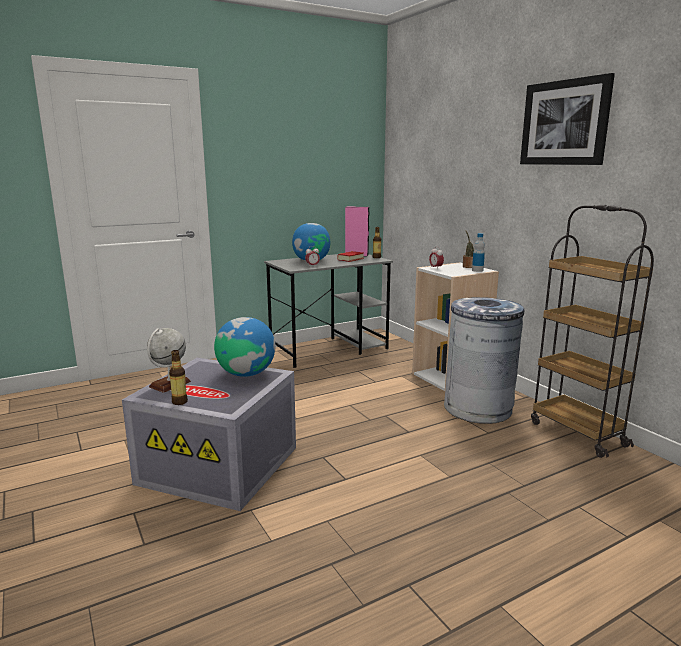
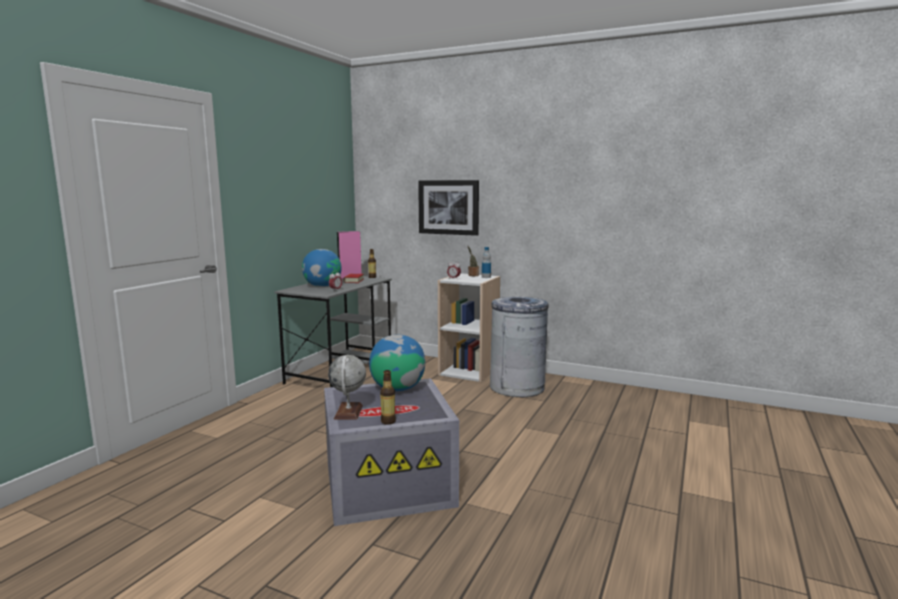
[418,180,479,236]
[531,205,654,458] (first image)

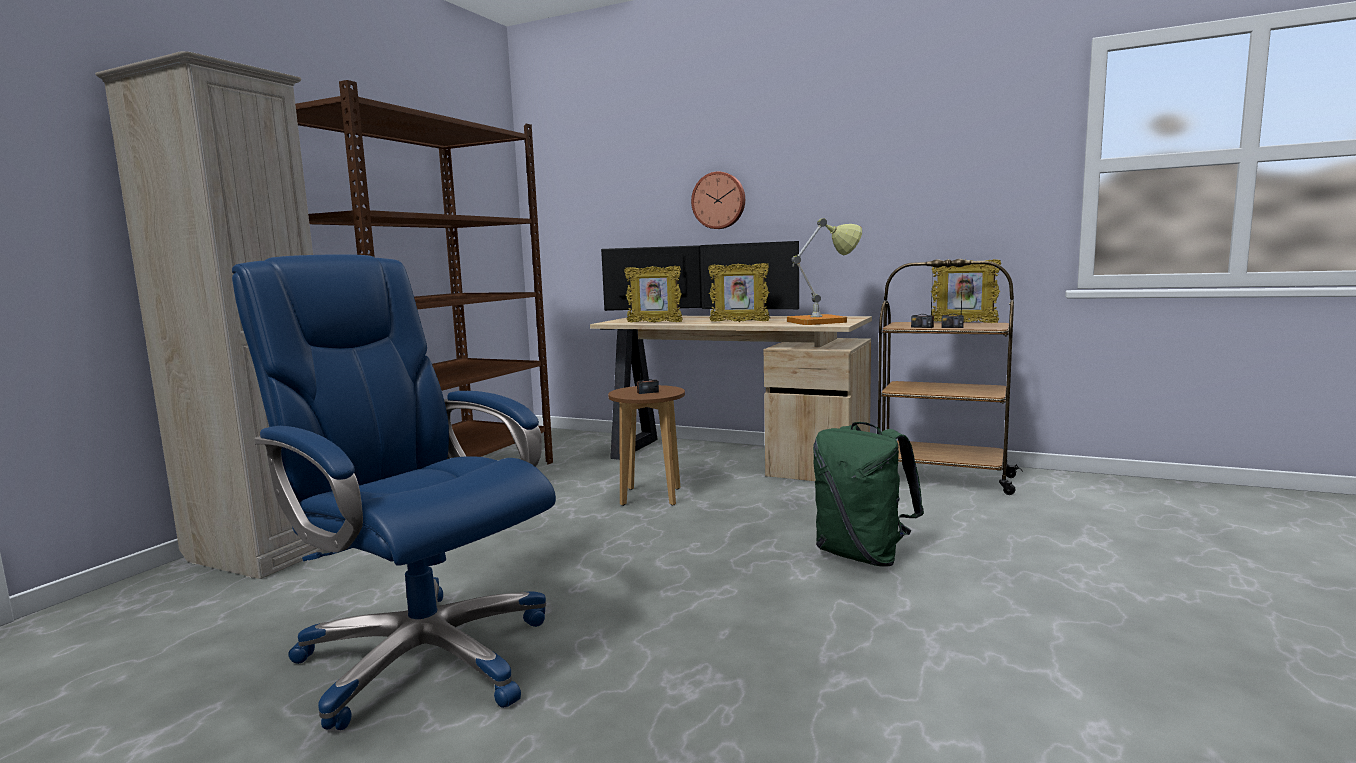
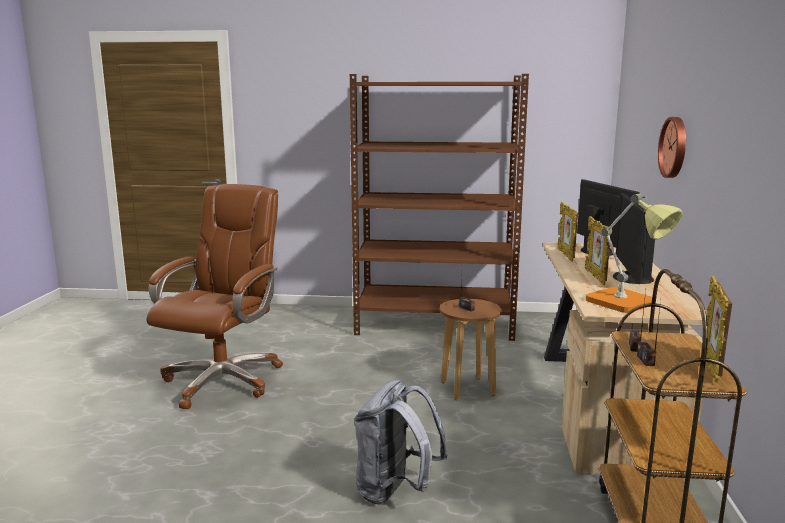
[95,51,325,579] (first image)
[147,184,283,409]
[354,379,448,504]

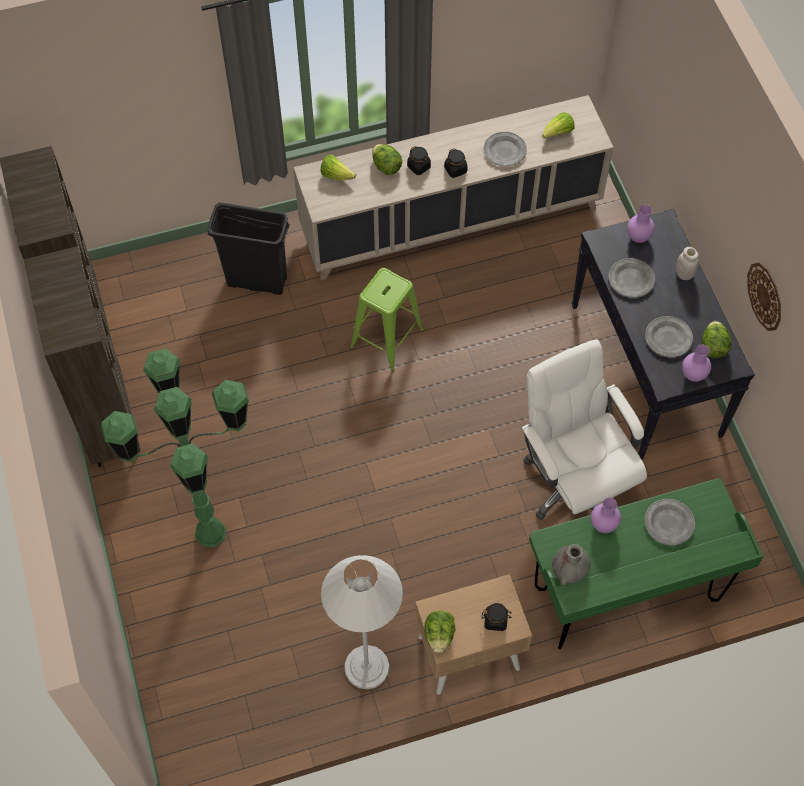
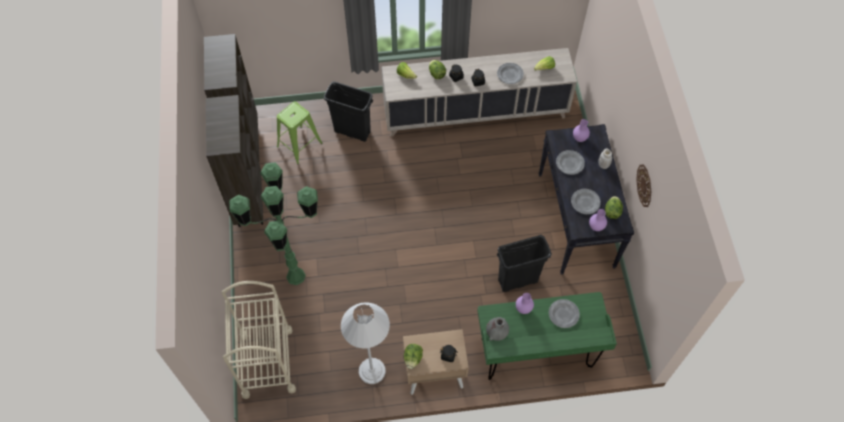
[277,101,323,164]
[497,235,552,292]
[221,281,296,399]

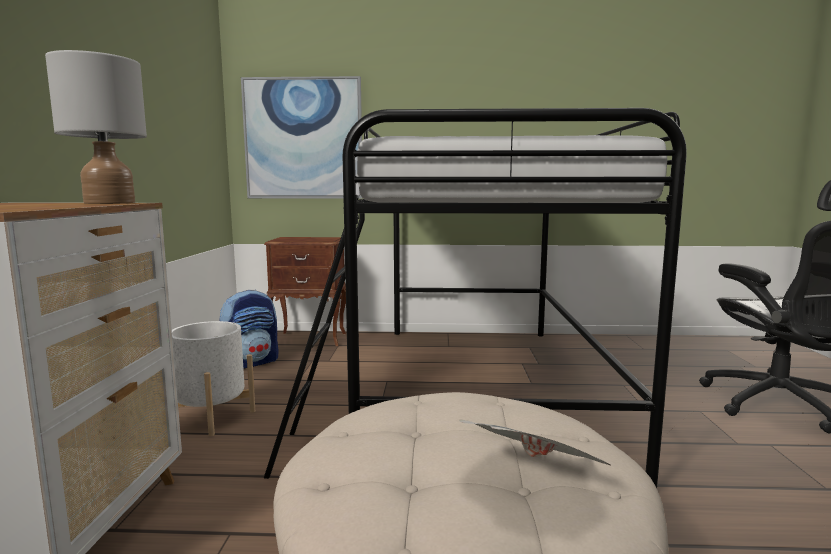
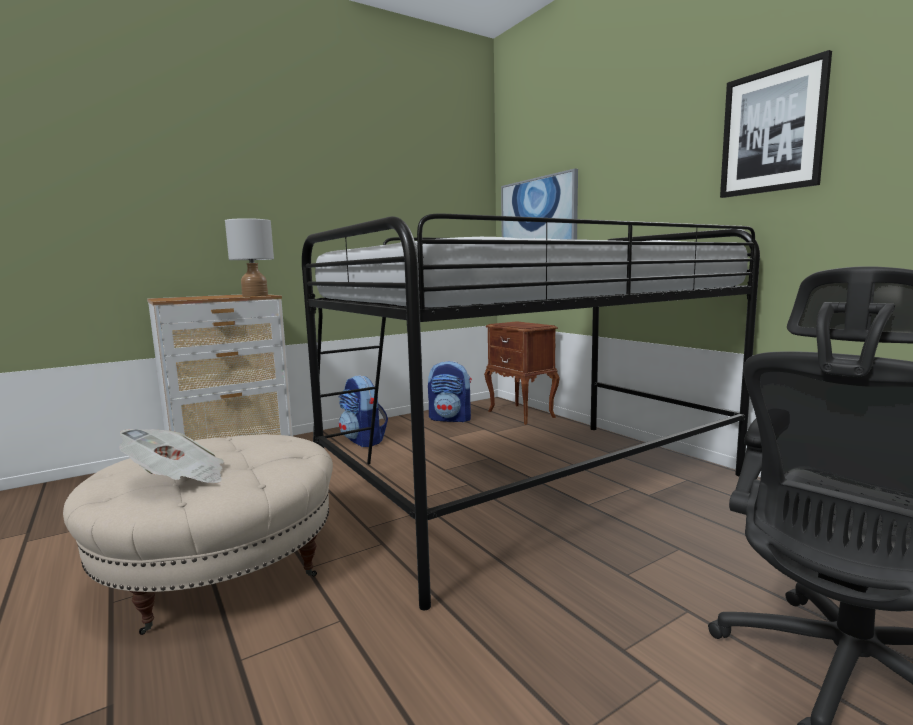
[339,375,388,447]
[720,50,832,198]

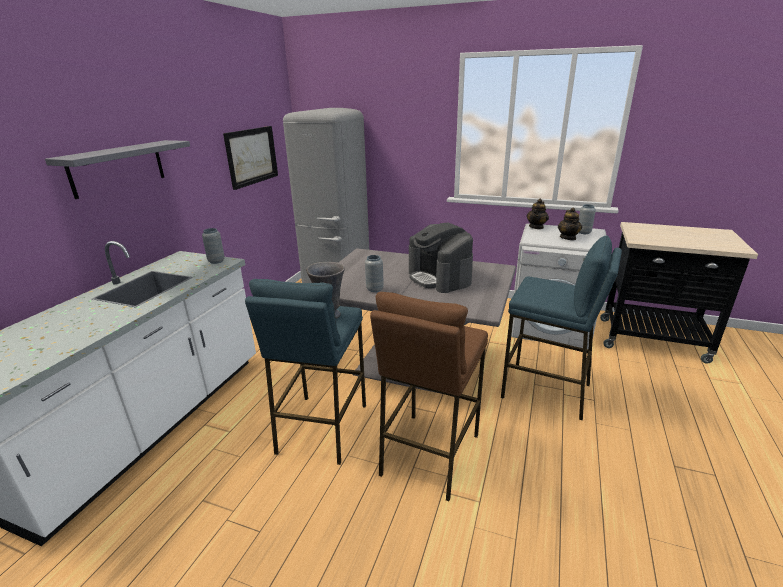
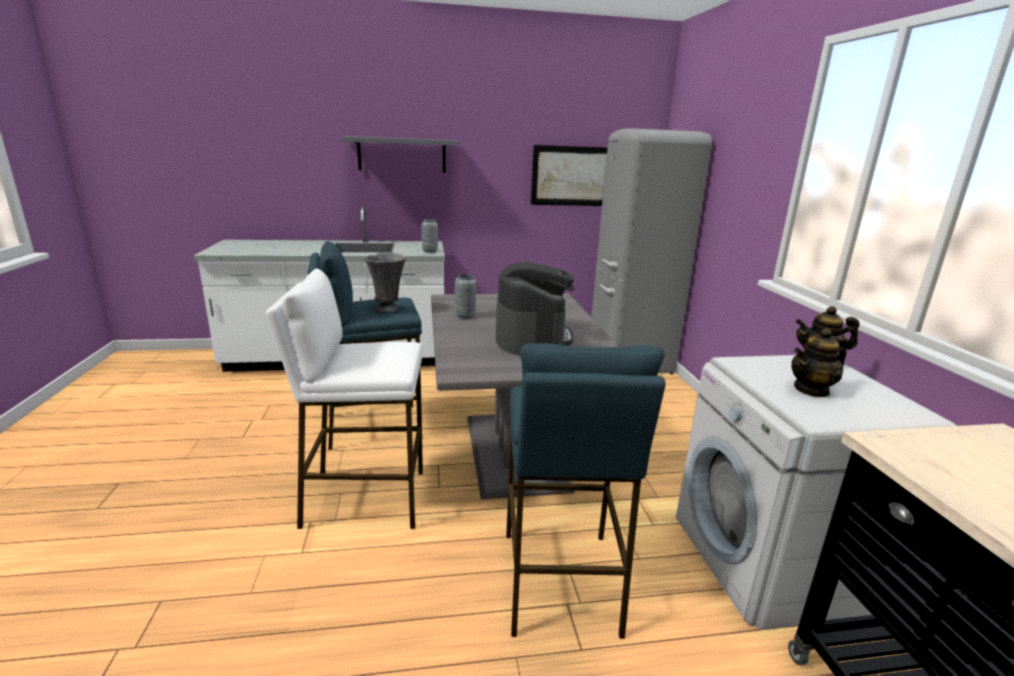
[266,269,423,529]
[496,262,575,355]
[579,204,596,234] (first image)

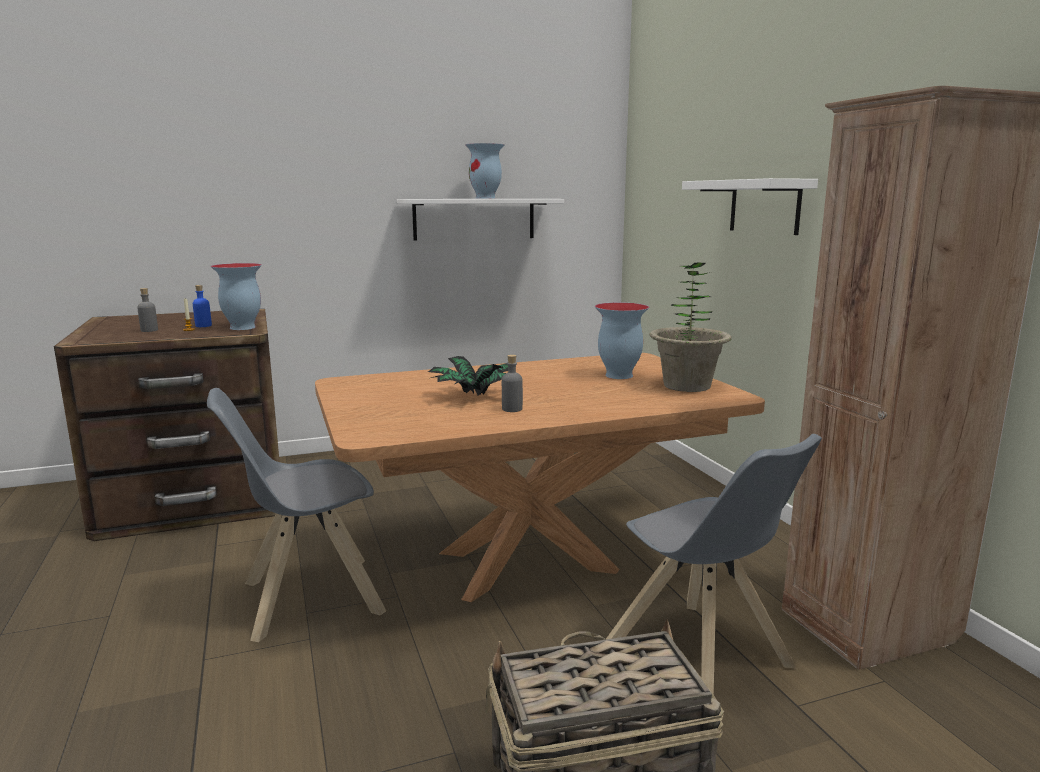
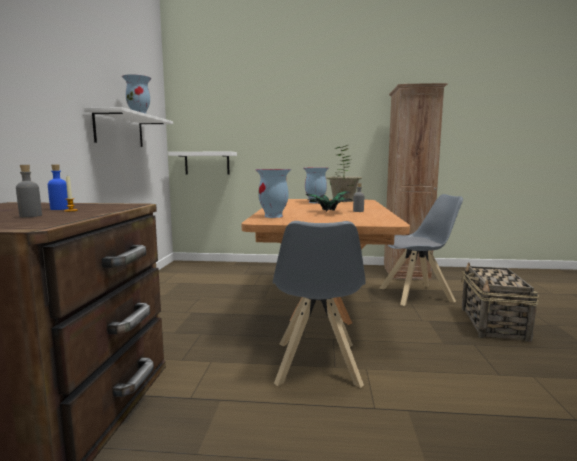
[255,169,291,218]
[168,152,237,175]

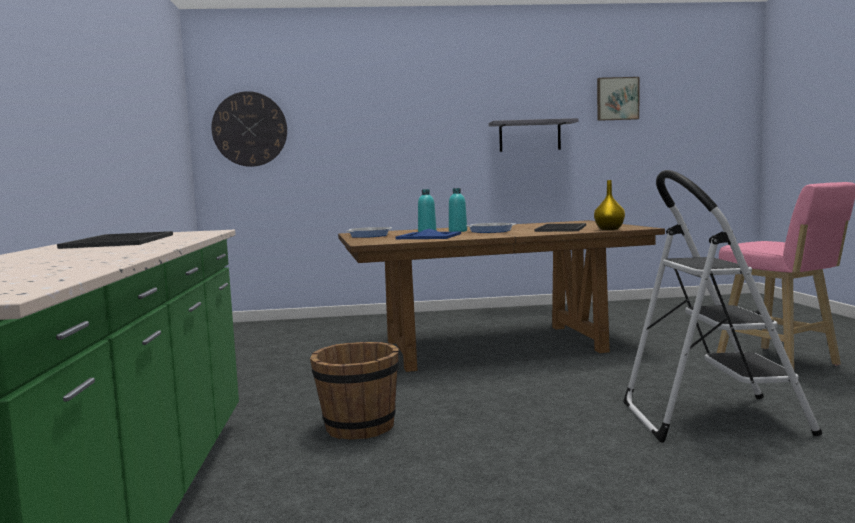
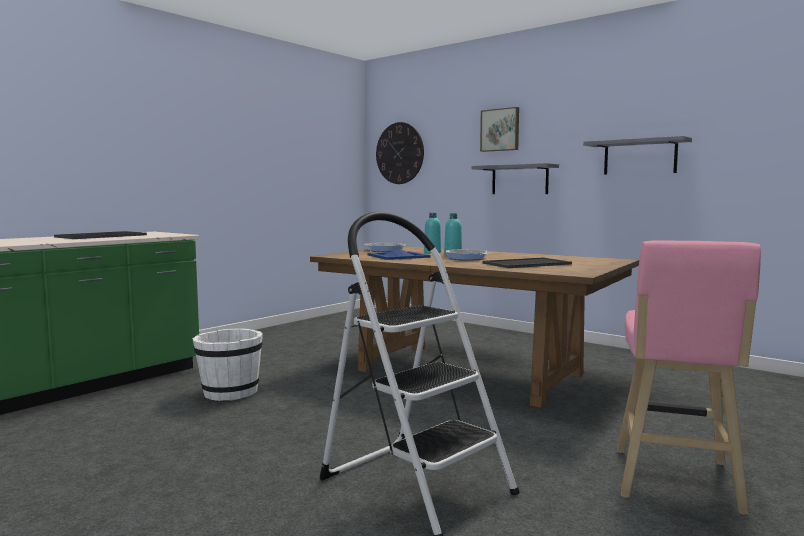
[193,328,263,401]
[594,180,625,230] (first image)
[480,107,519,152]
[472,163,559,194]

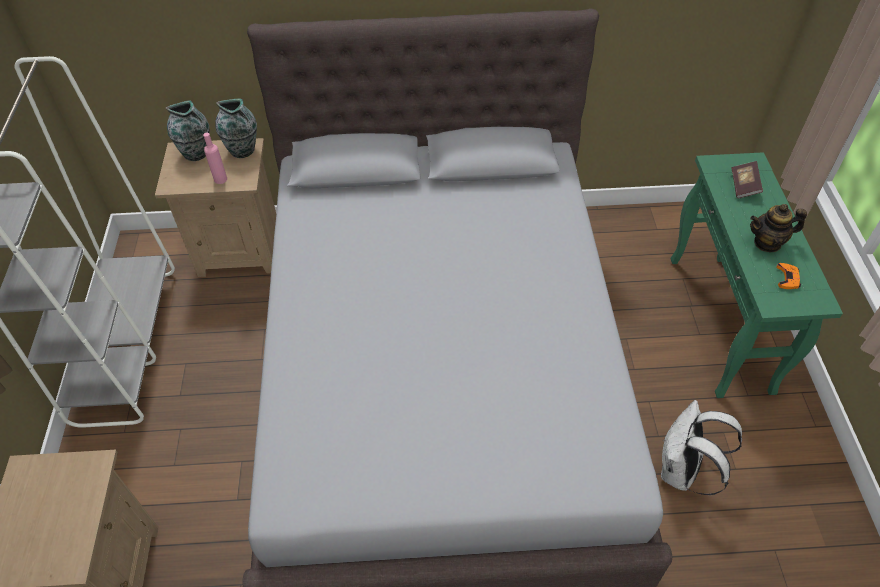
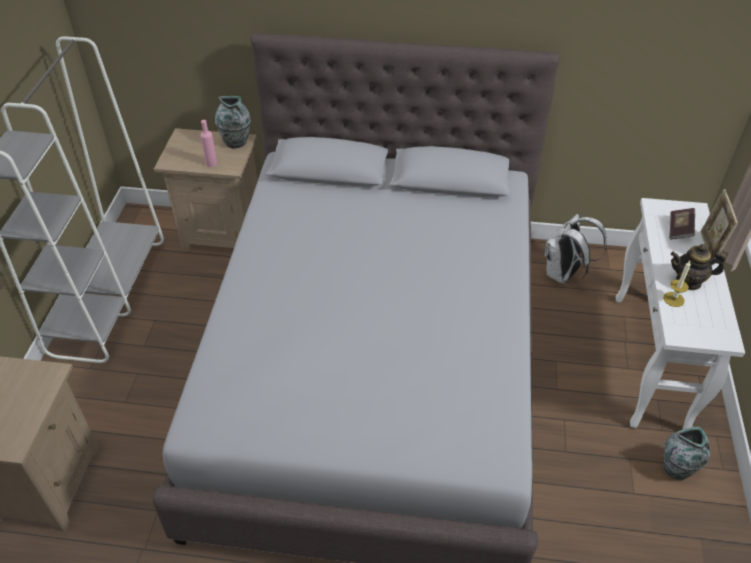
[664,426,710,480]
[545,214,607,284]
[616,198,745,430]
[776,263,801,289] (first image)
[663,261,691,307]
[701,189,738,265]

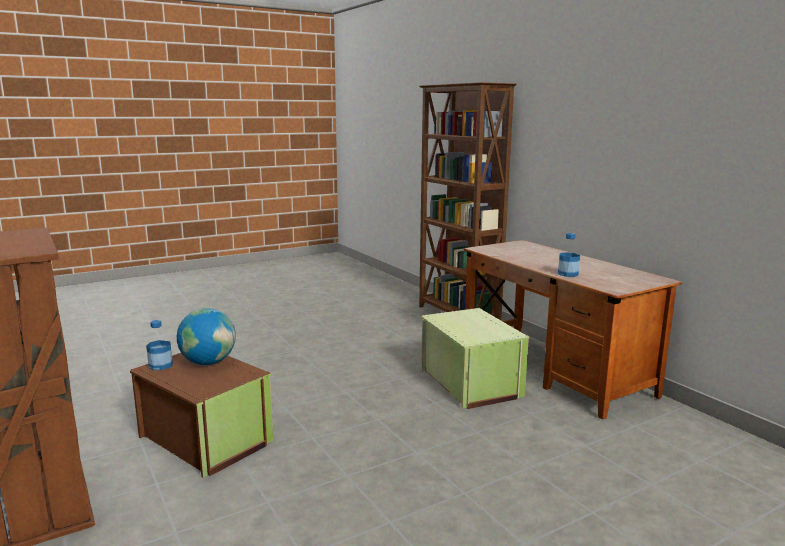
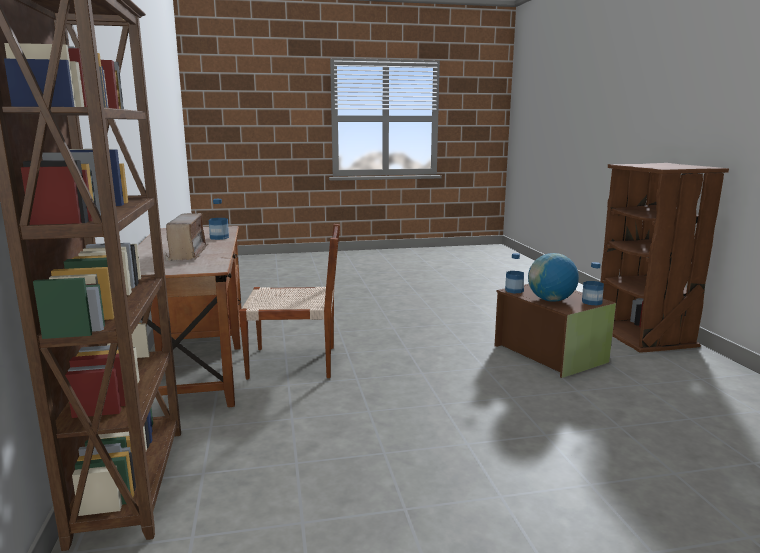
[239,224,340,380]
[165,213,207,261]
[505,253,524,293]

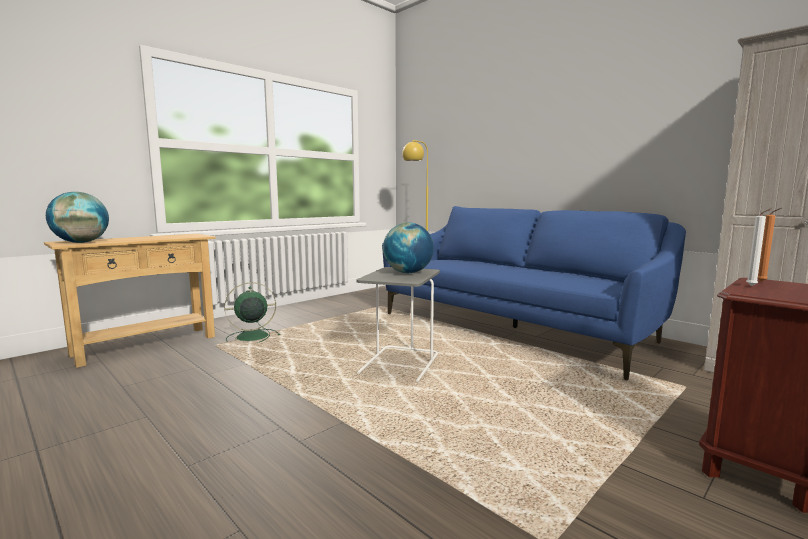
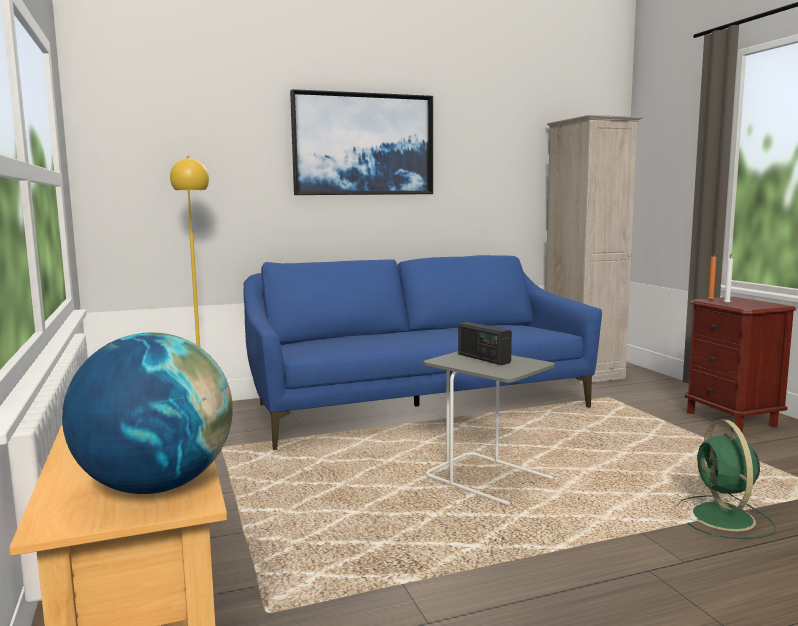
[677,419,776,539]
[458,322,512,365]
[290,89,433,195]

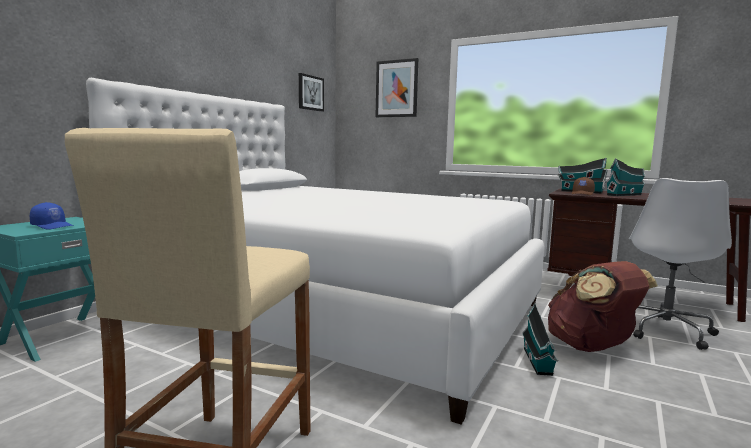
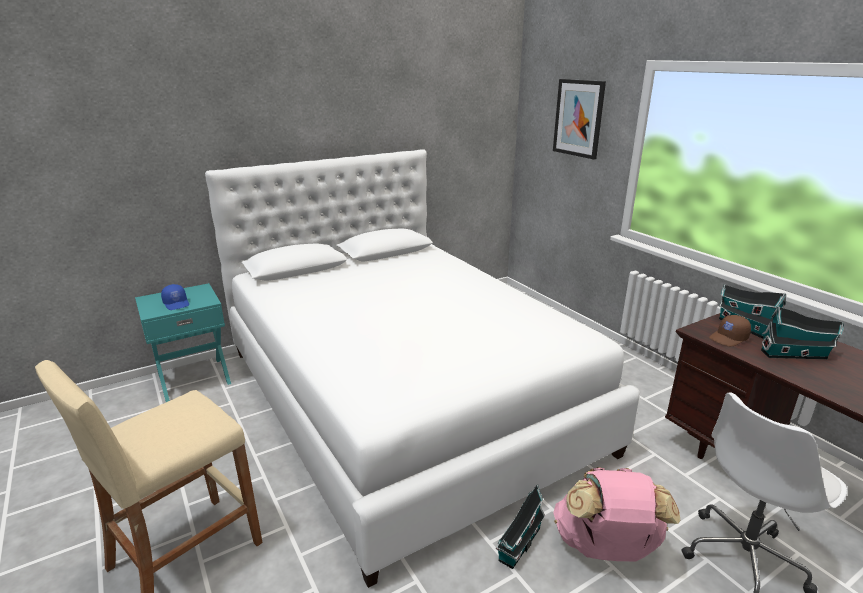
[299,73,324,111] (first image)
[553,467,680,561]

